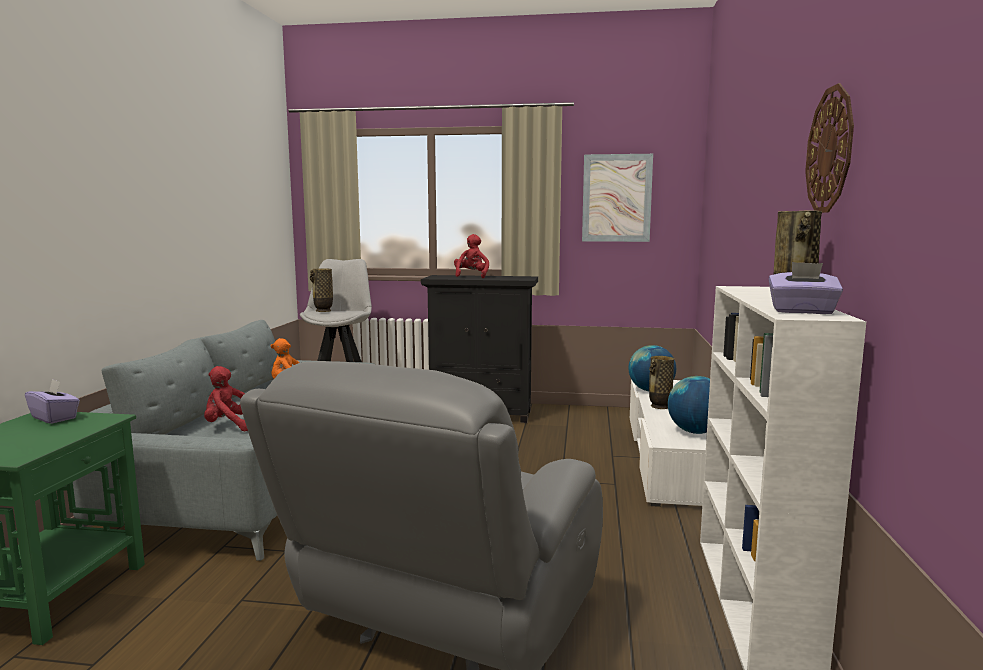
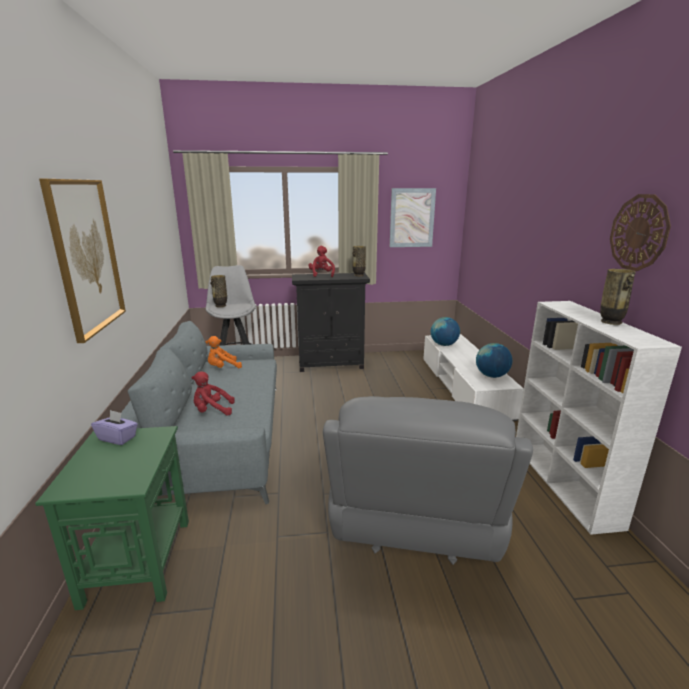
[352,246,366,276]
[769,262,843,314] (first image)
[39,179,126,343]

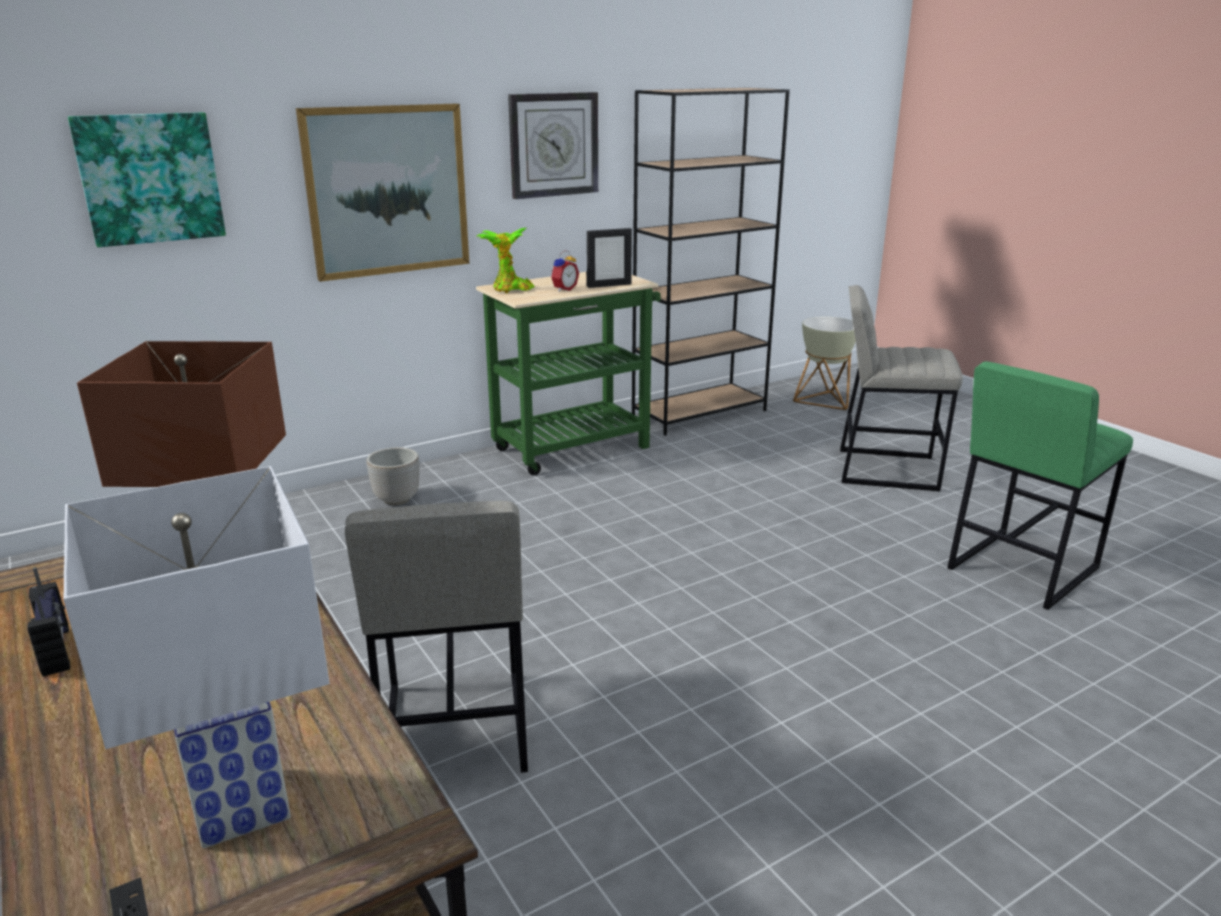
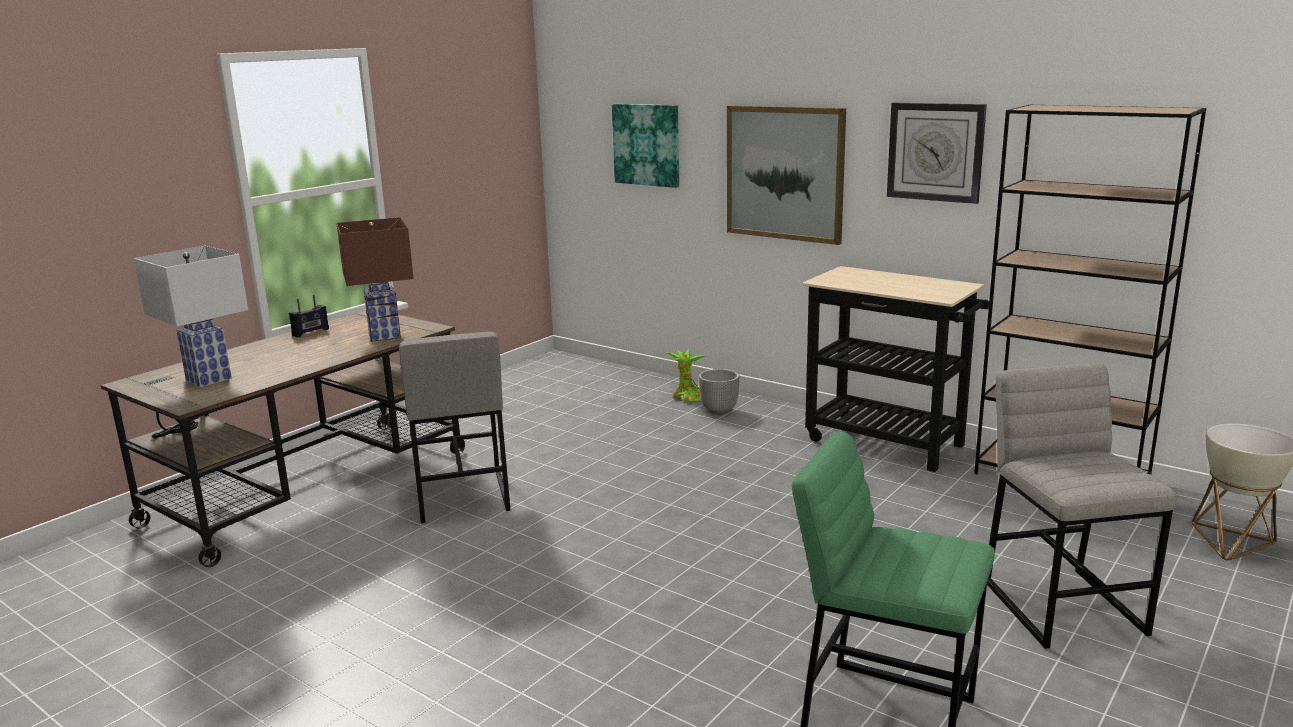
[399,332,510,523]
[803,266,989,472]
[667,349,705,402]
[551,250,579,292] (first image)
[586,228,632,288] (first image)

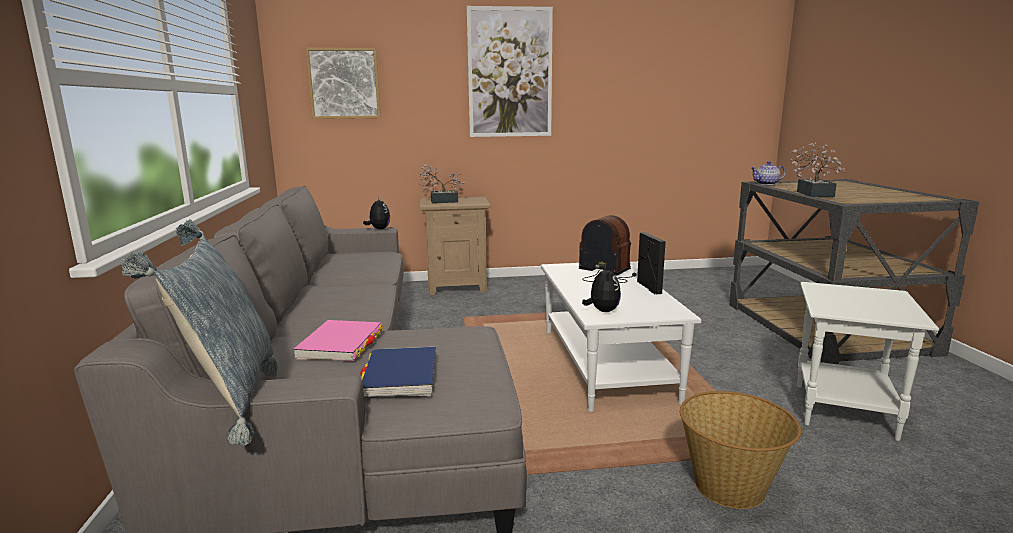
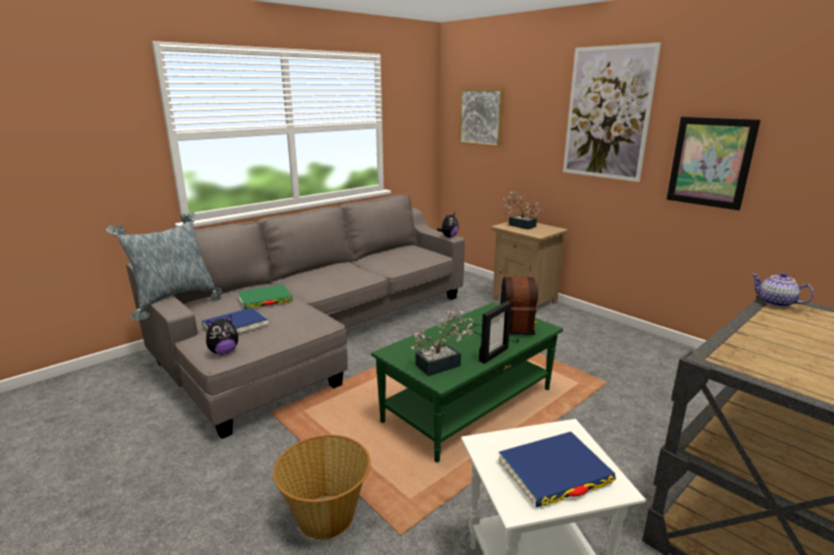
[238,284,293,309]
[371,302,563,462]
[206,315,238,354]
[410,311,474,376]
[499,432,616,507]
[667,117,760,210]

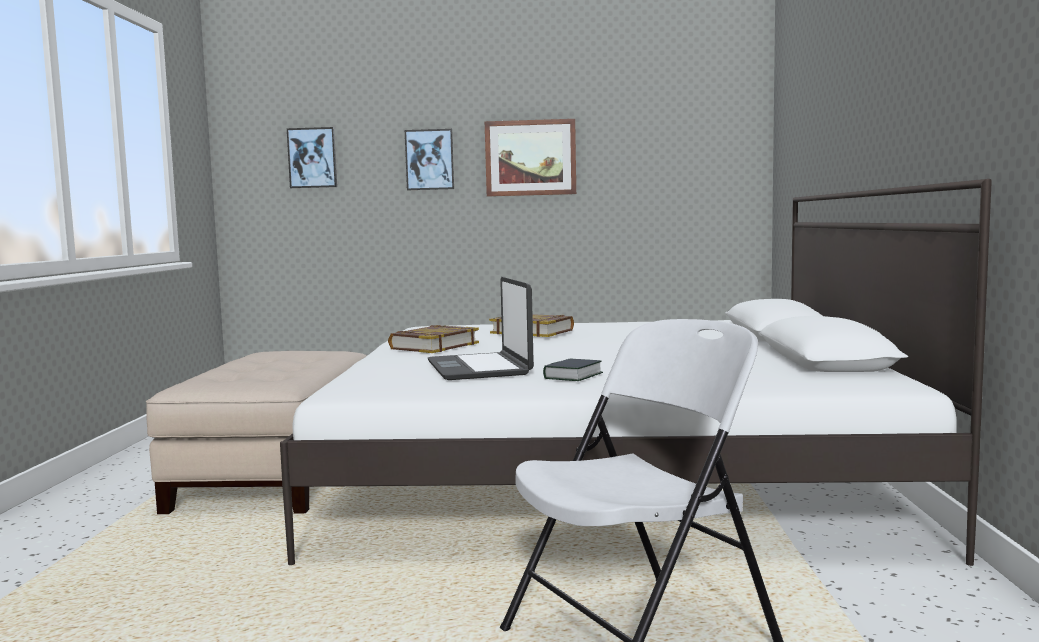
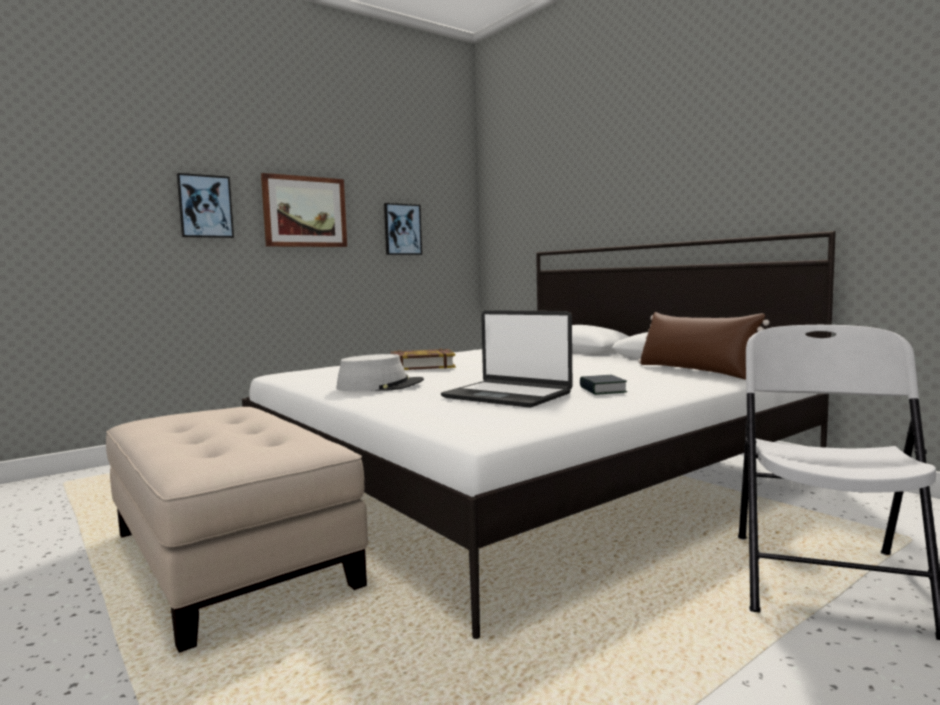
[384,203,422,255]
[336,354,424,391]
[638,312,769,380]

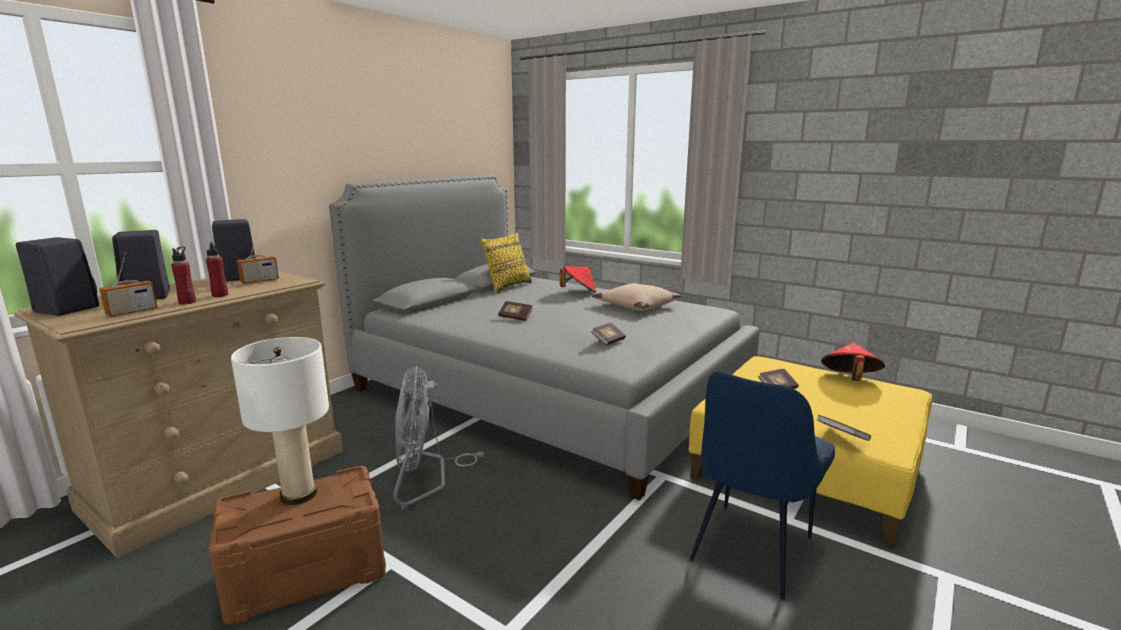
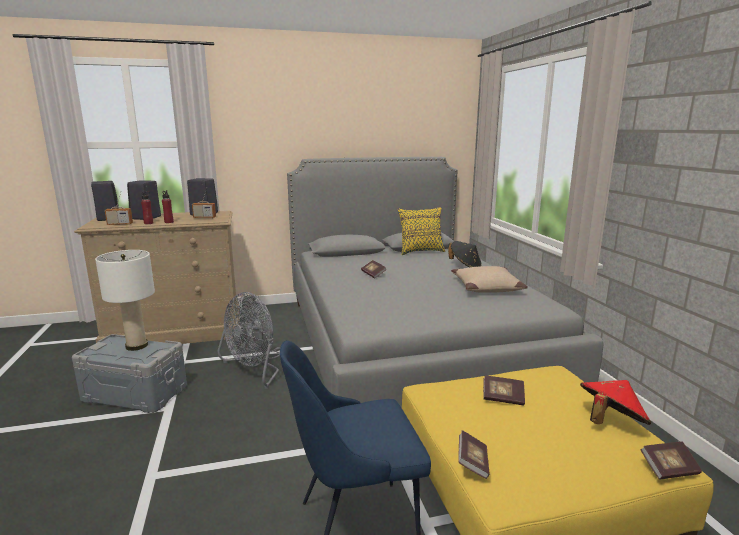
[72,334,187,413]
[218,292,280,389]
[448,241,482,267]
[640,442,702,479]

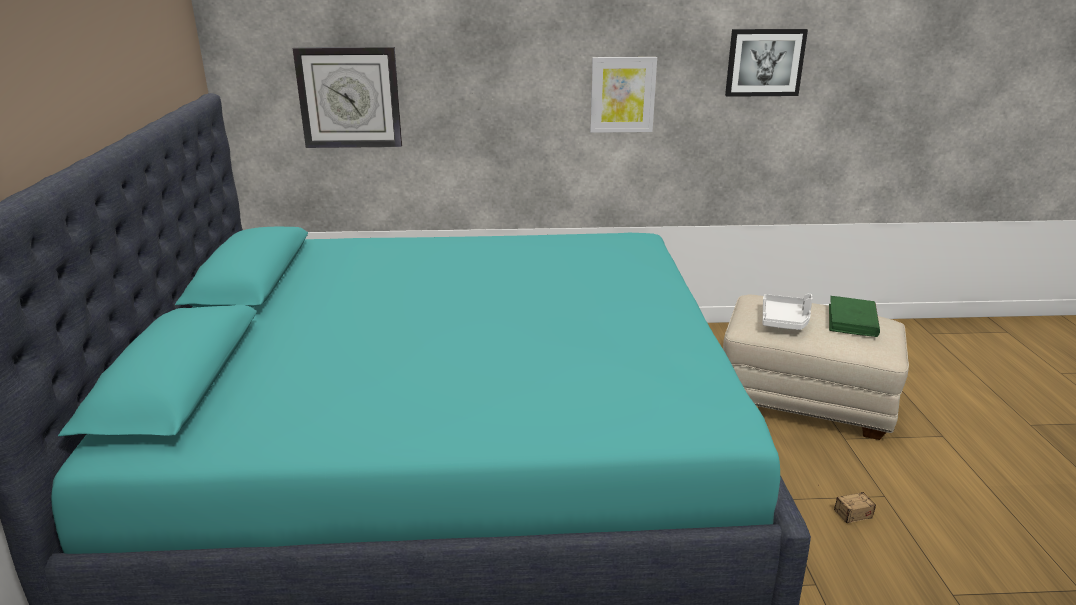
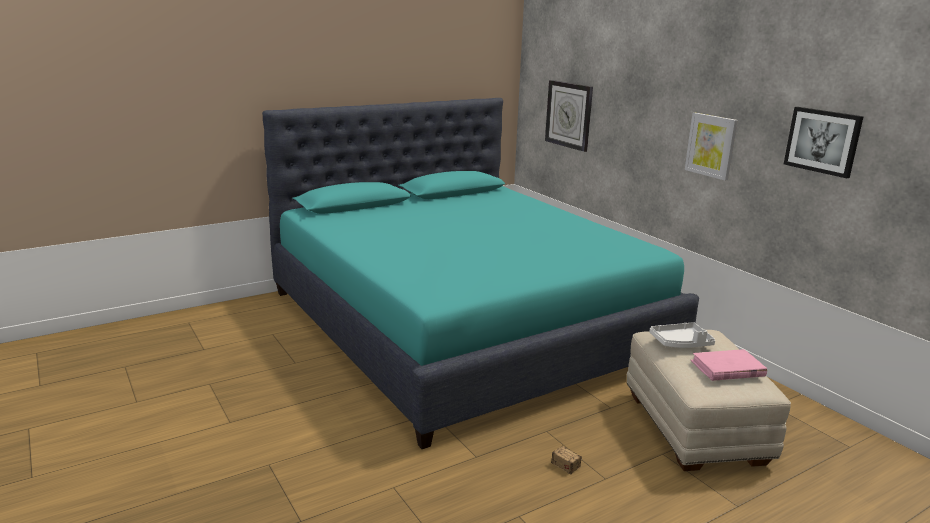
[691,349,767,381]

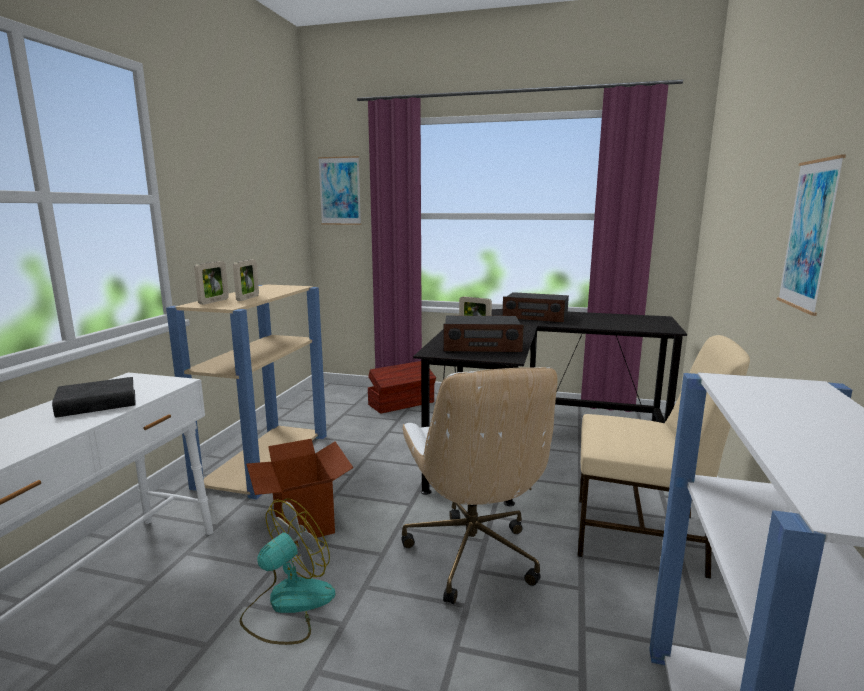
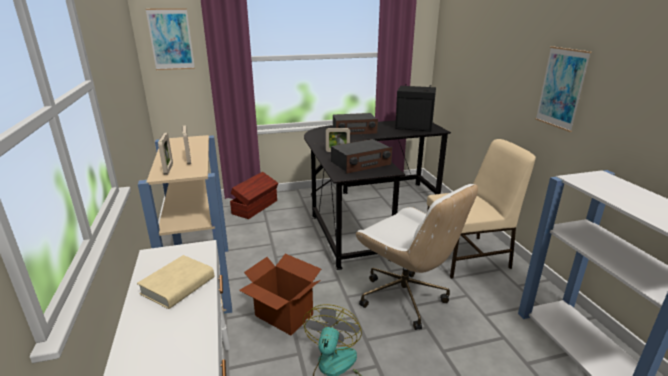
[137,255,214,309]
[395,84,436,131]

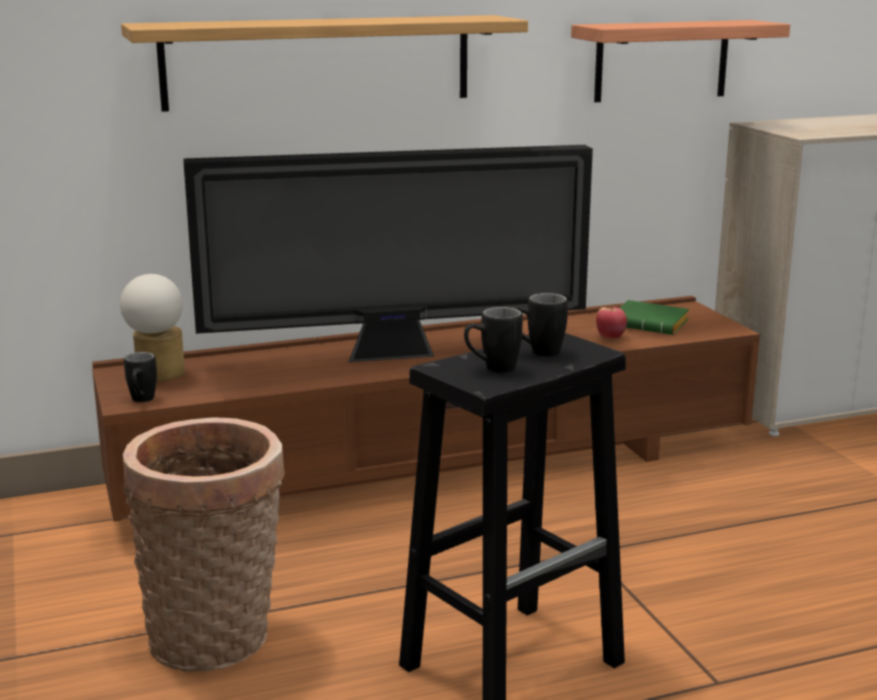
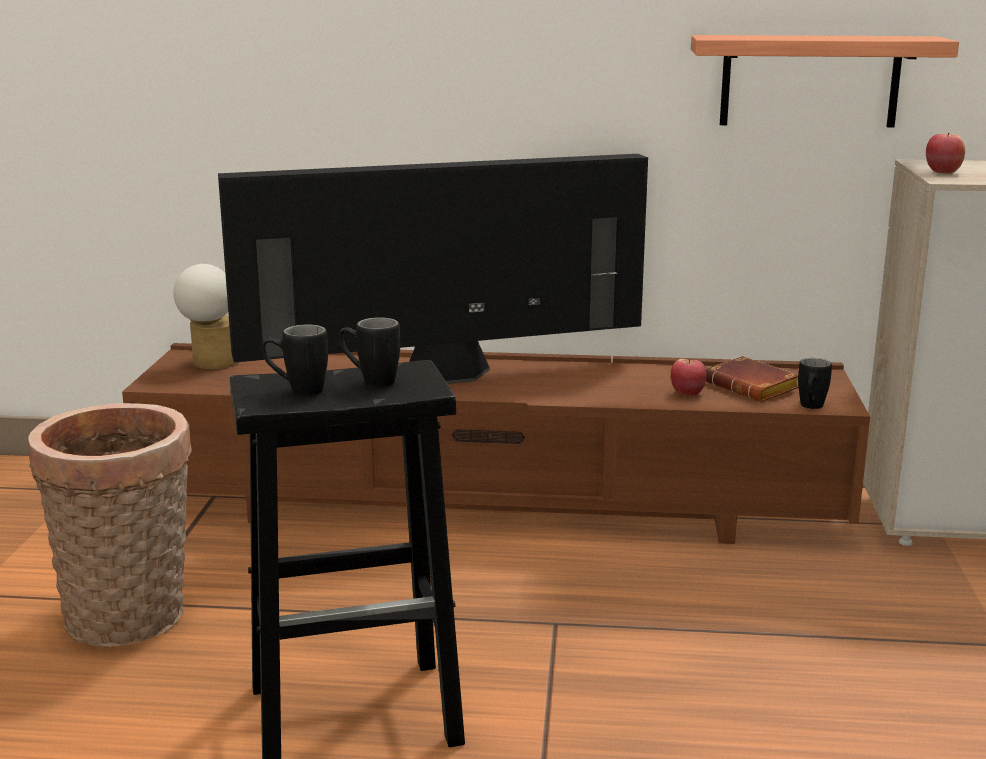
[121,15,528,112] (first image)
[798,358,832,409]
[218,154,648,384]
[706,356,799,402]
[926,133,965,174]

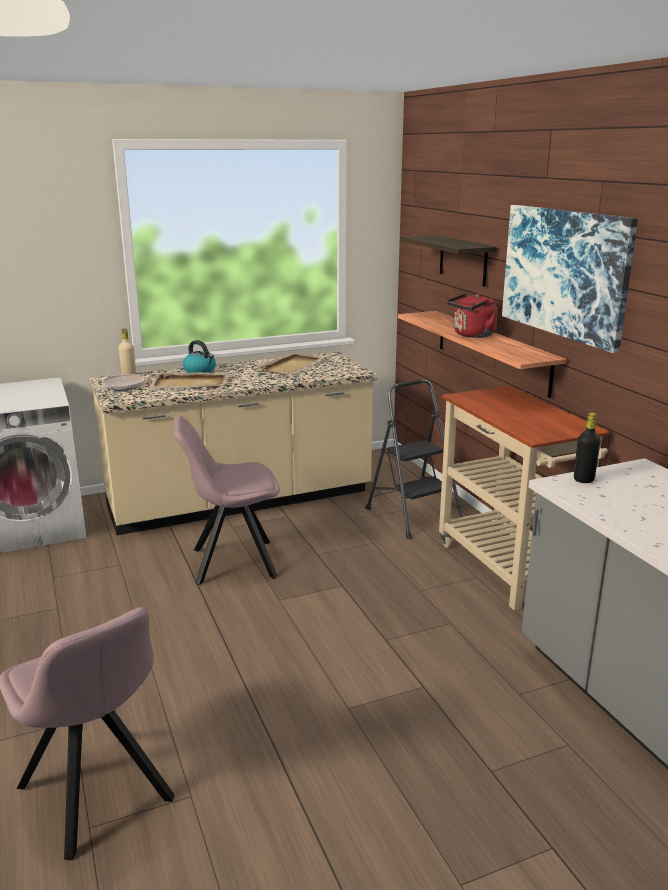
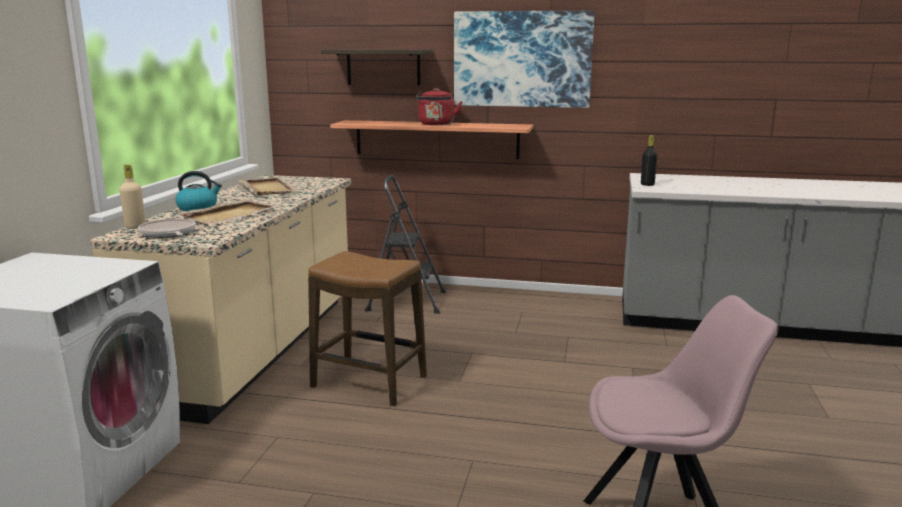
[308,251,427,406]
[439,386,609,610] (first image)

